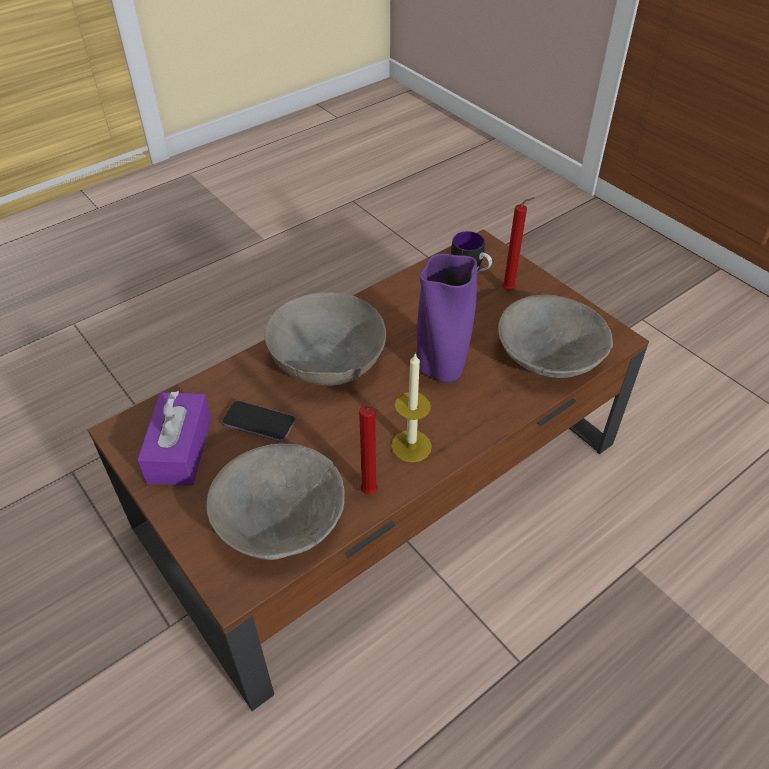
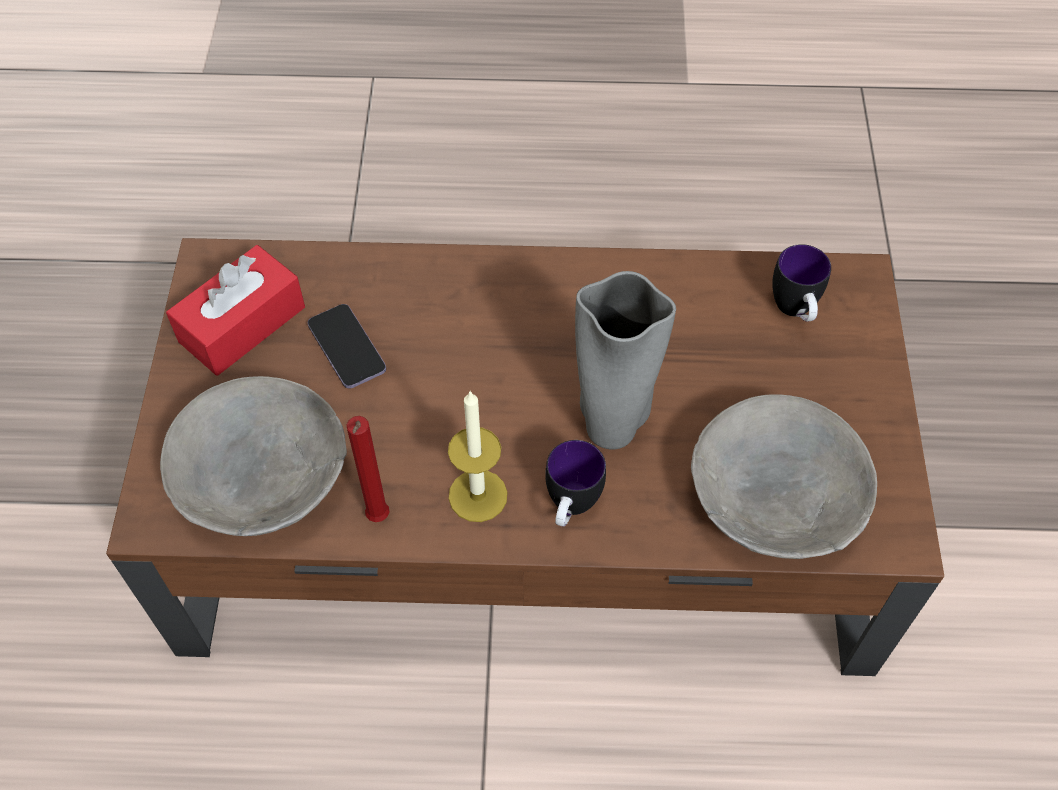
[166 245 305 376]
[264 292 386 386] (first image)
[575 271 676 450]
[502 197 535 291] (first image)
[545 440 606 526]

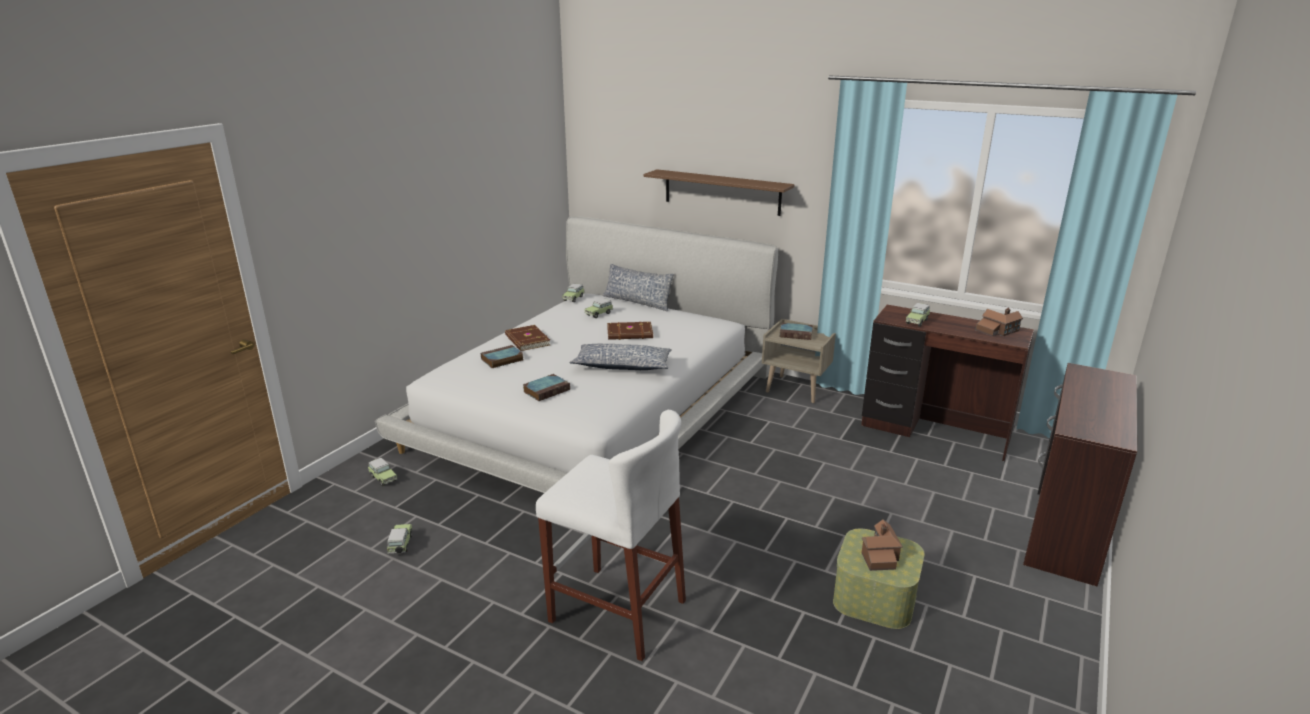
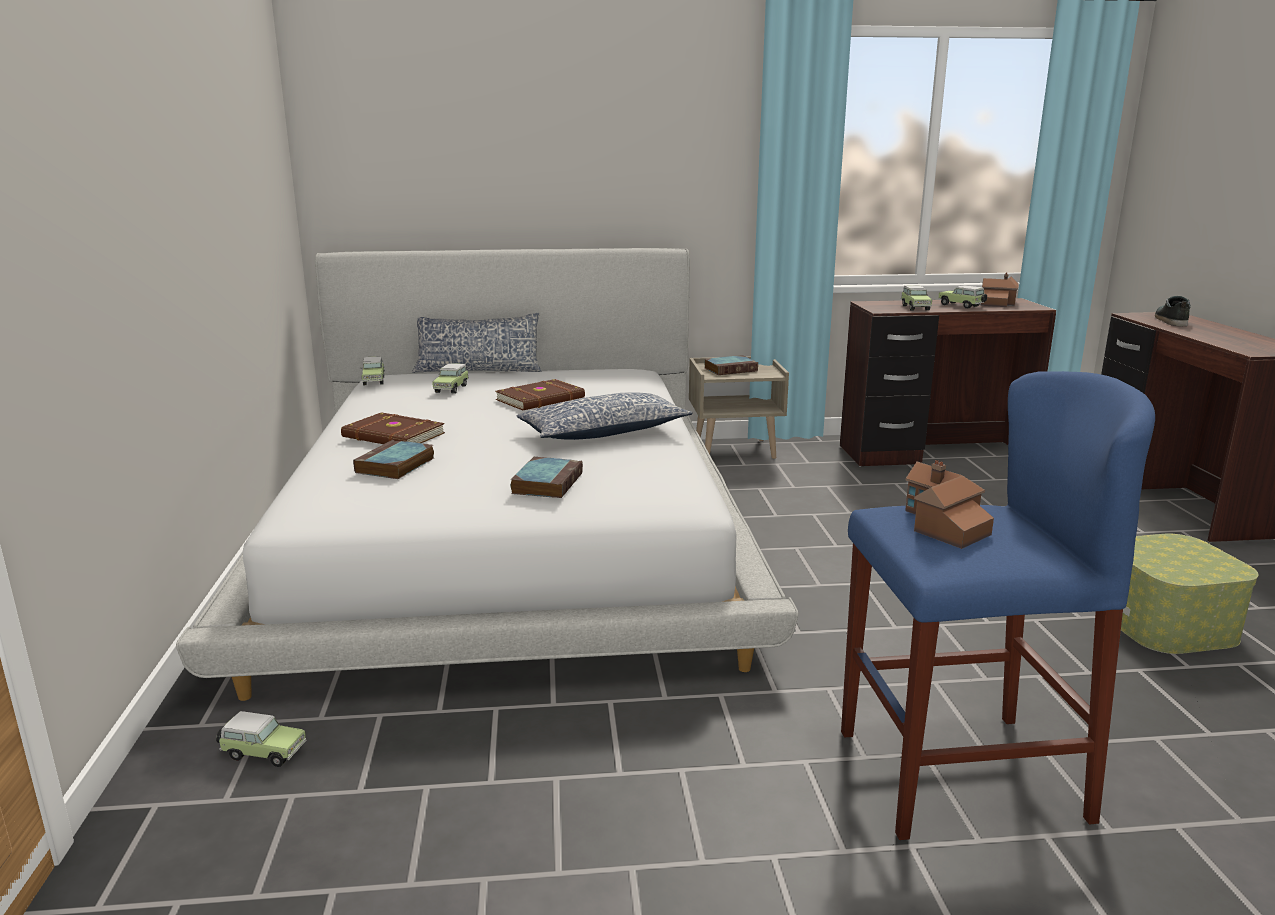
[938 285 987 309]
[841 371 1155 840]
[643 169 795 216] (first image)
[905 460 994 549]
[1155 296 1191 326]

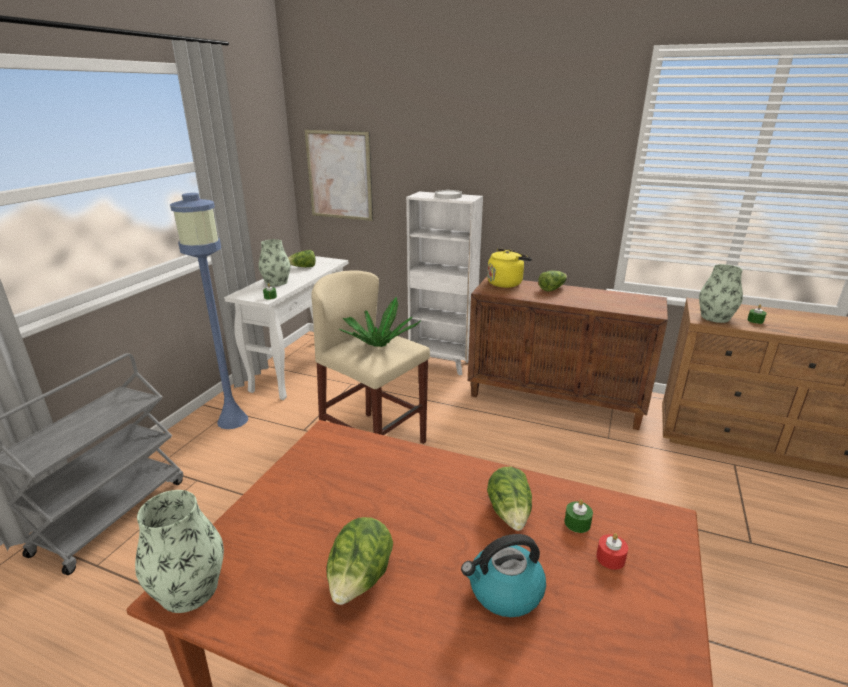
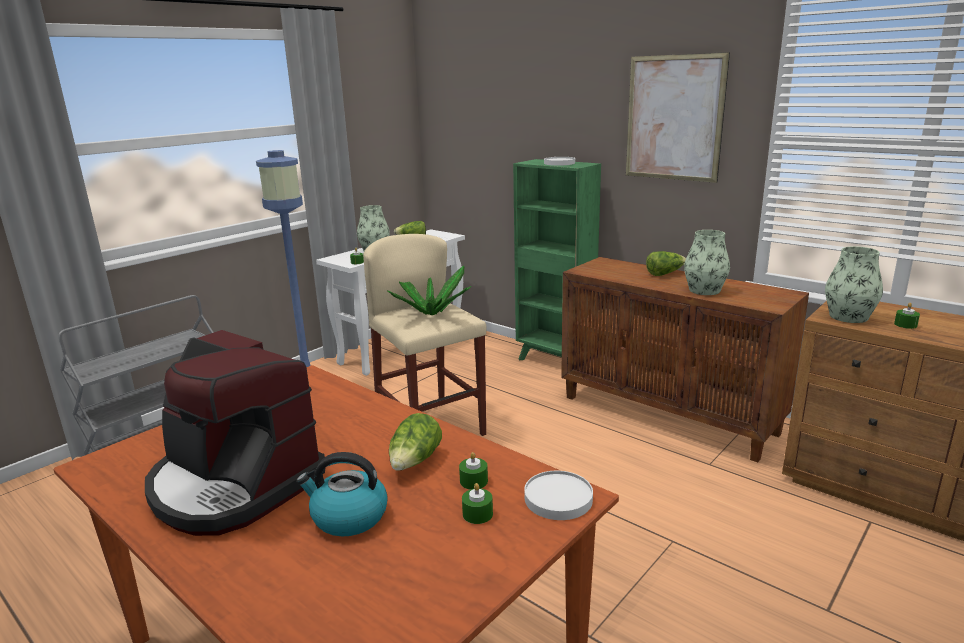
[684 230 730 295]
[626 52 730 183]
[145 330 325 536]
[513 159 601 361]
[487 248 532 288] (first image)
[462 483 493 524]
[524 471 593 520]

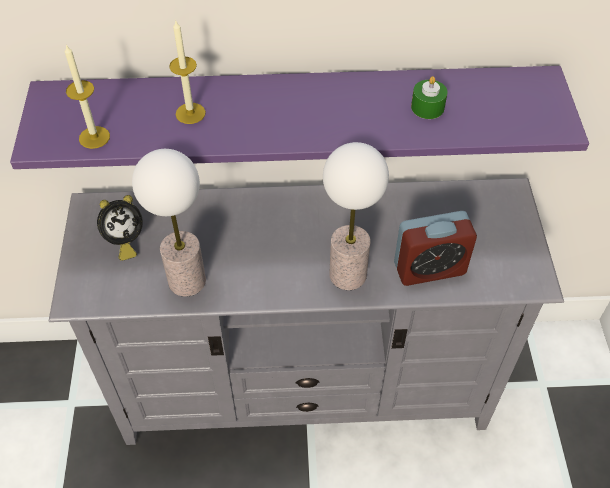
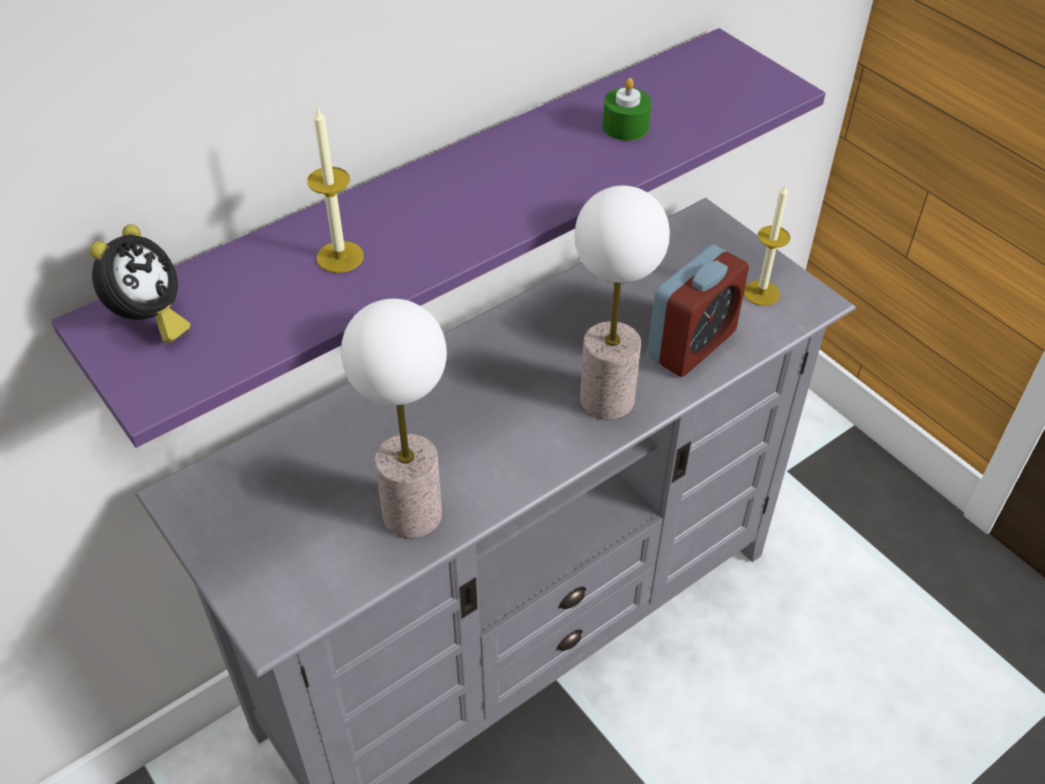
[744 183 790 306]
[89 224 191 343]

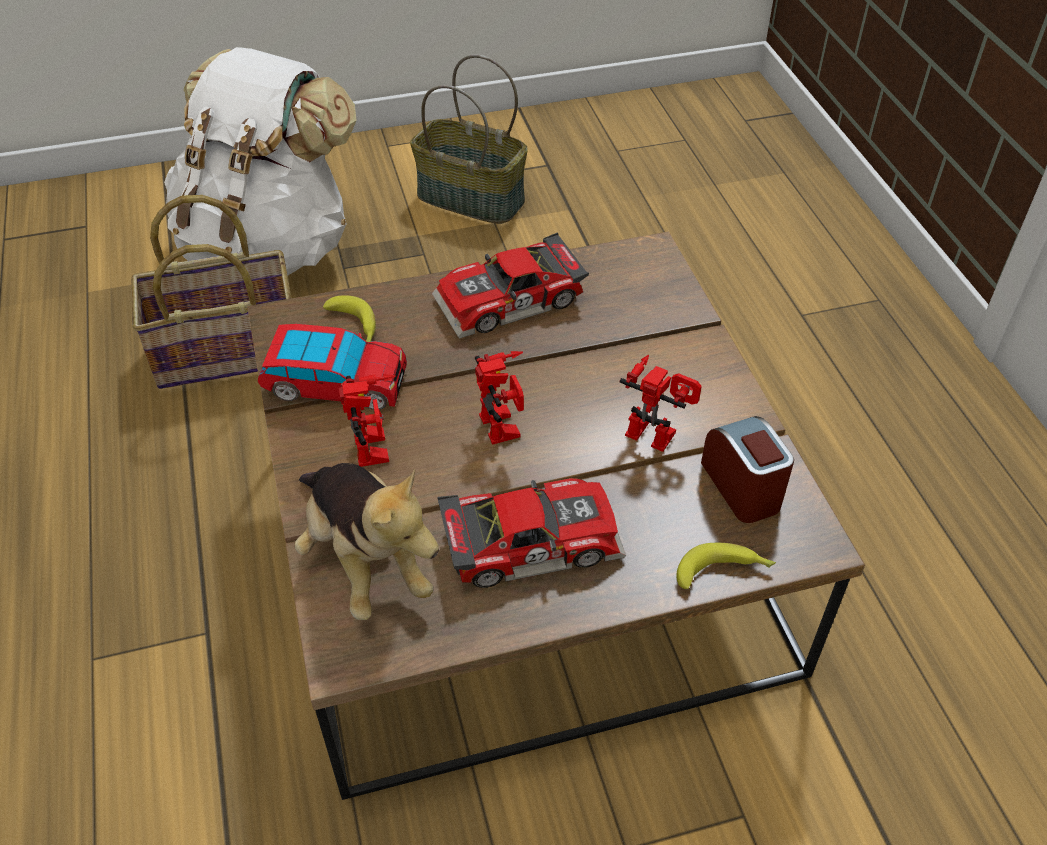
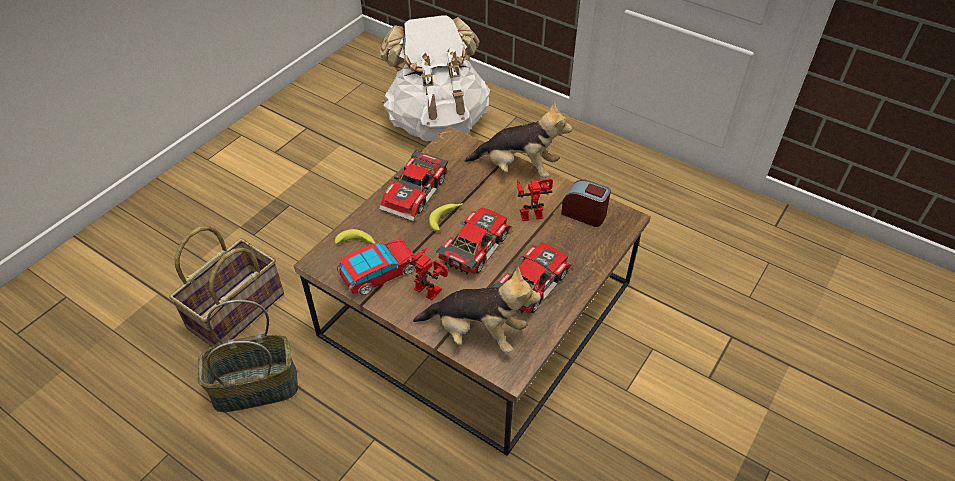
[380 15 490 141]
[198 300 298 412]
[436 207 513 275]
[429 203 463 232]
[465 101 572 178]

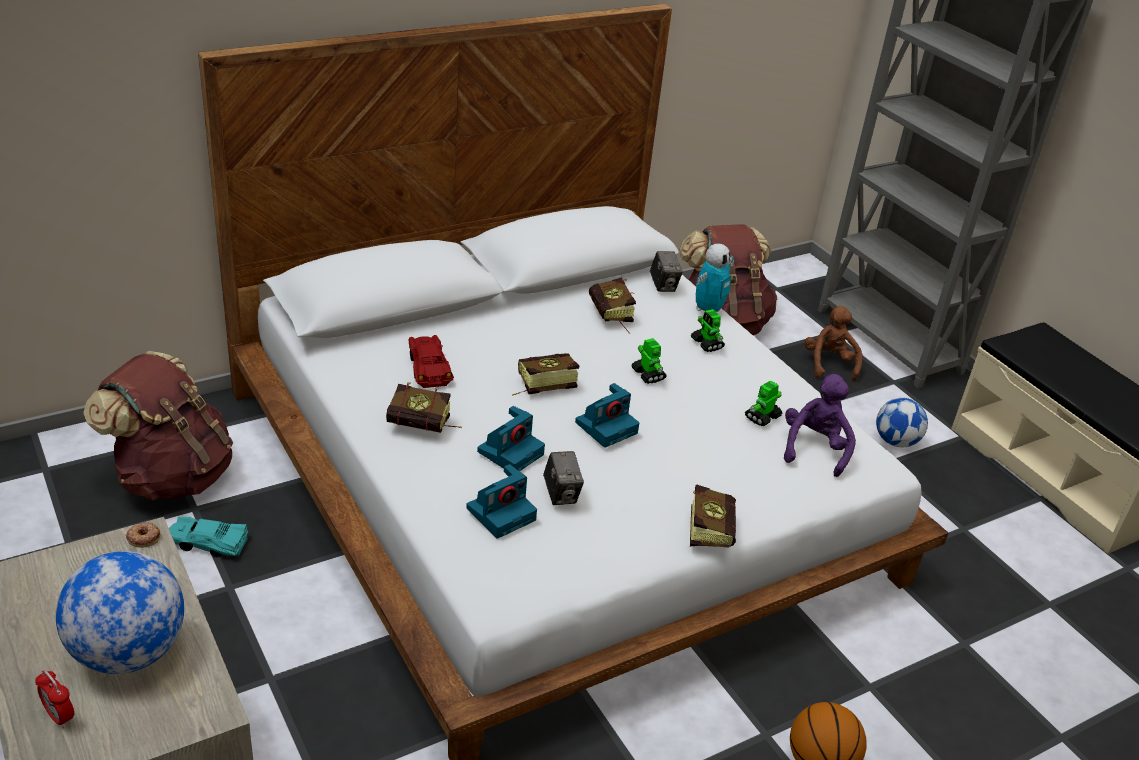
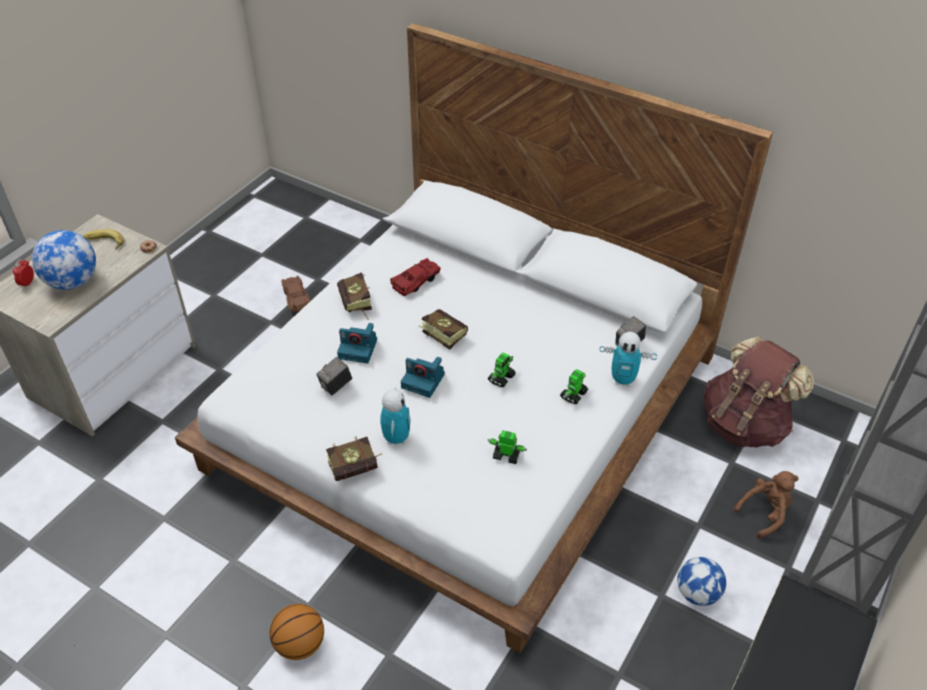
[83 351 233 500] (first image)
[281 276 311 313]
[466 464 537 539] (first image)
[589 277 636 334] (first image)
[784 374 856 477] (first image)
[83 229 124 250]
[380 387 411 445]

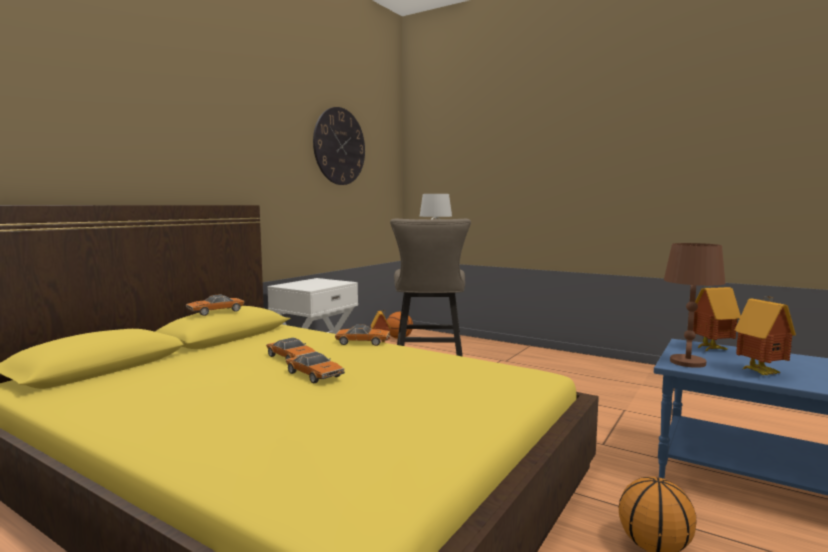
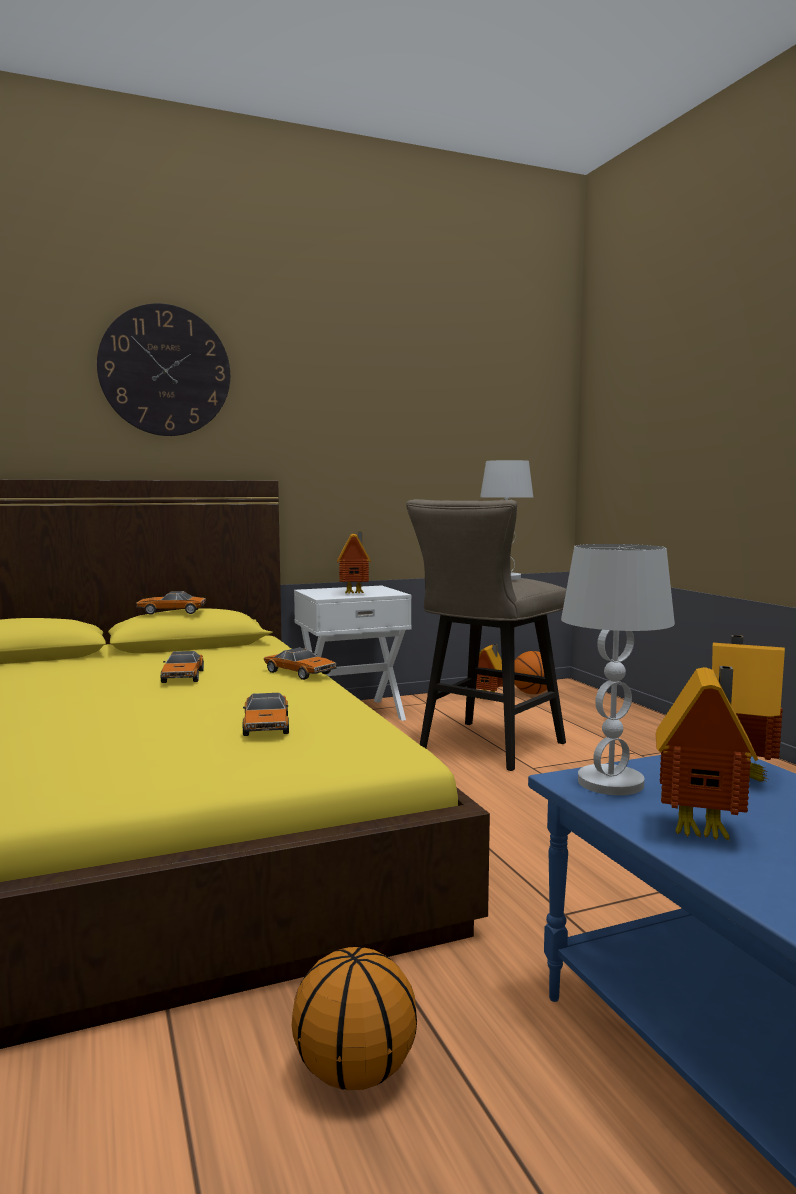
[243 693 289 736]
[97 303 230 436]
[561 544 675 795]
[337 532 371 594]

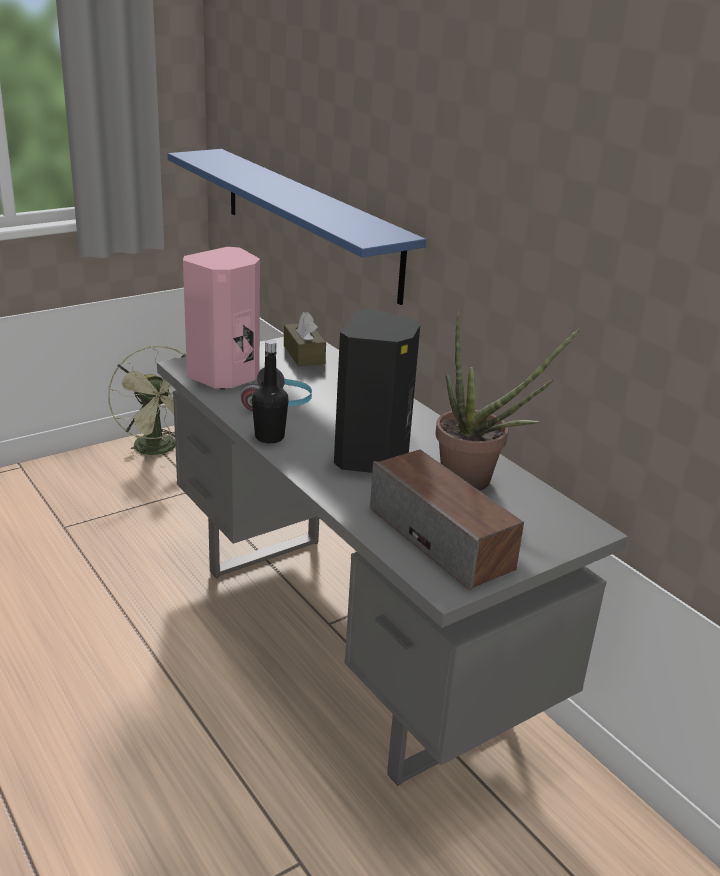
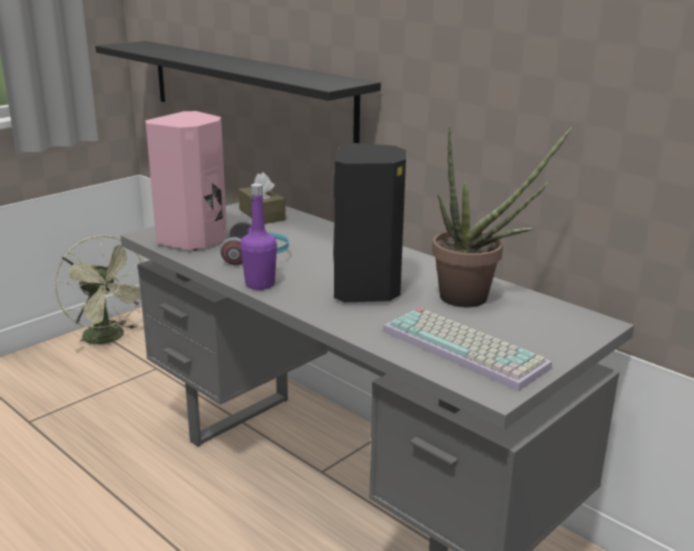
[95 41 381 143]
[240 183 277 290]
[382 308 552 391]

